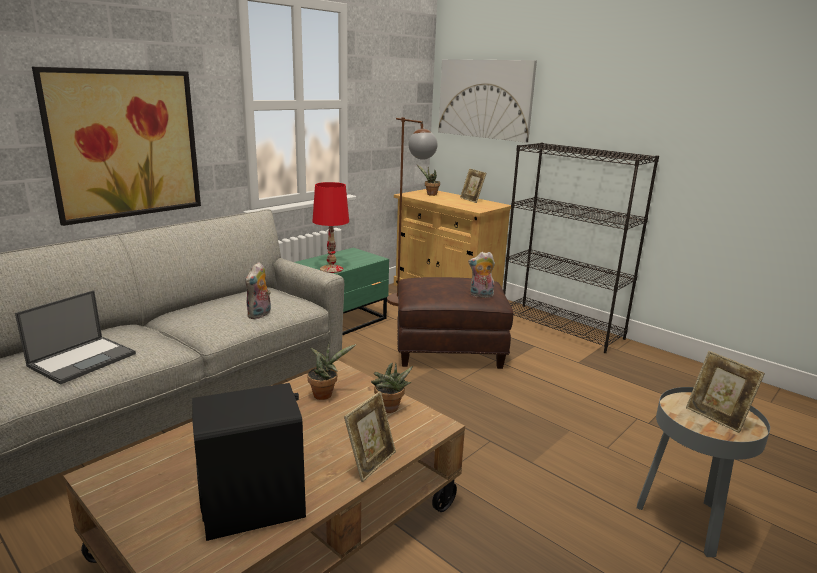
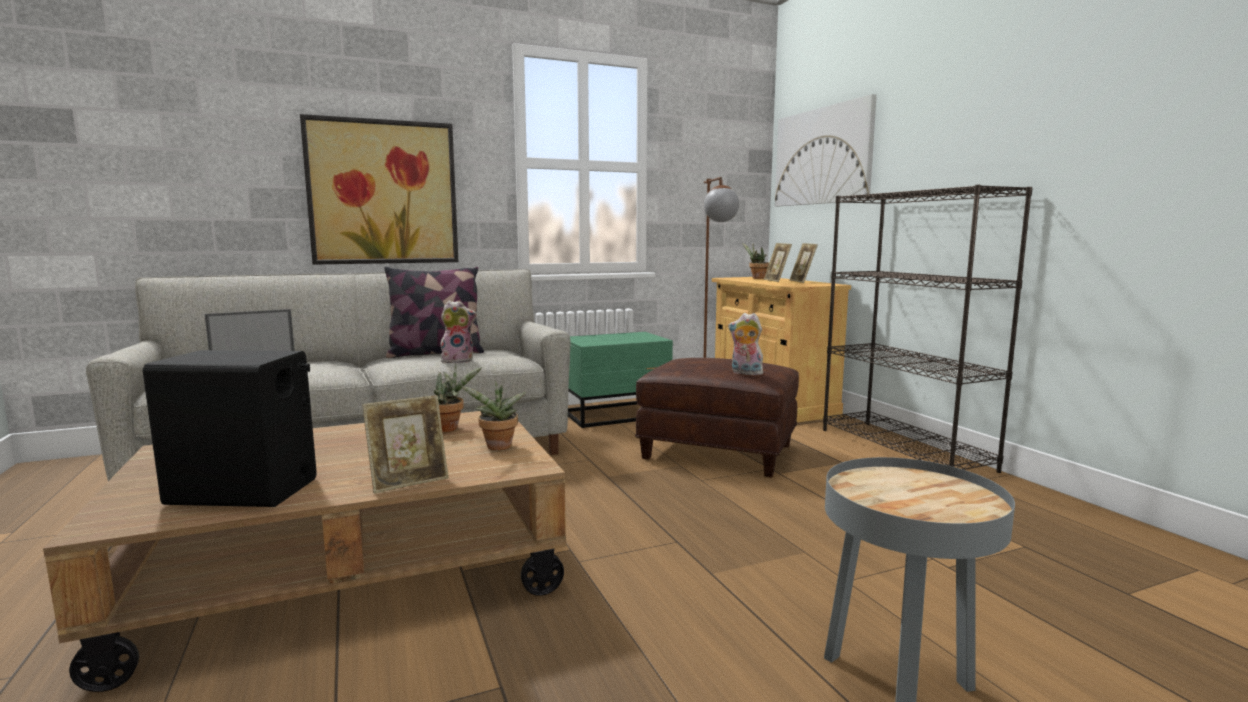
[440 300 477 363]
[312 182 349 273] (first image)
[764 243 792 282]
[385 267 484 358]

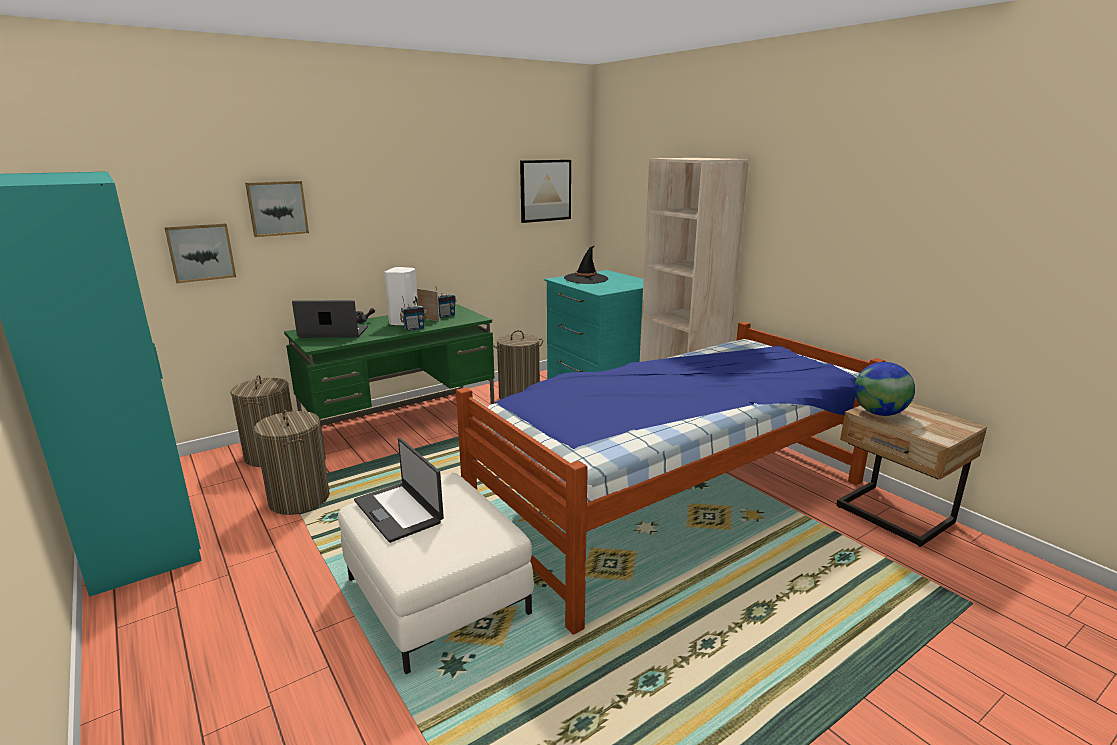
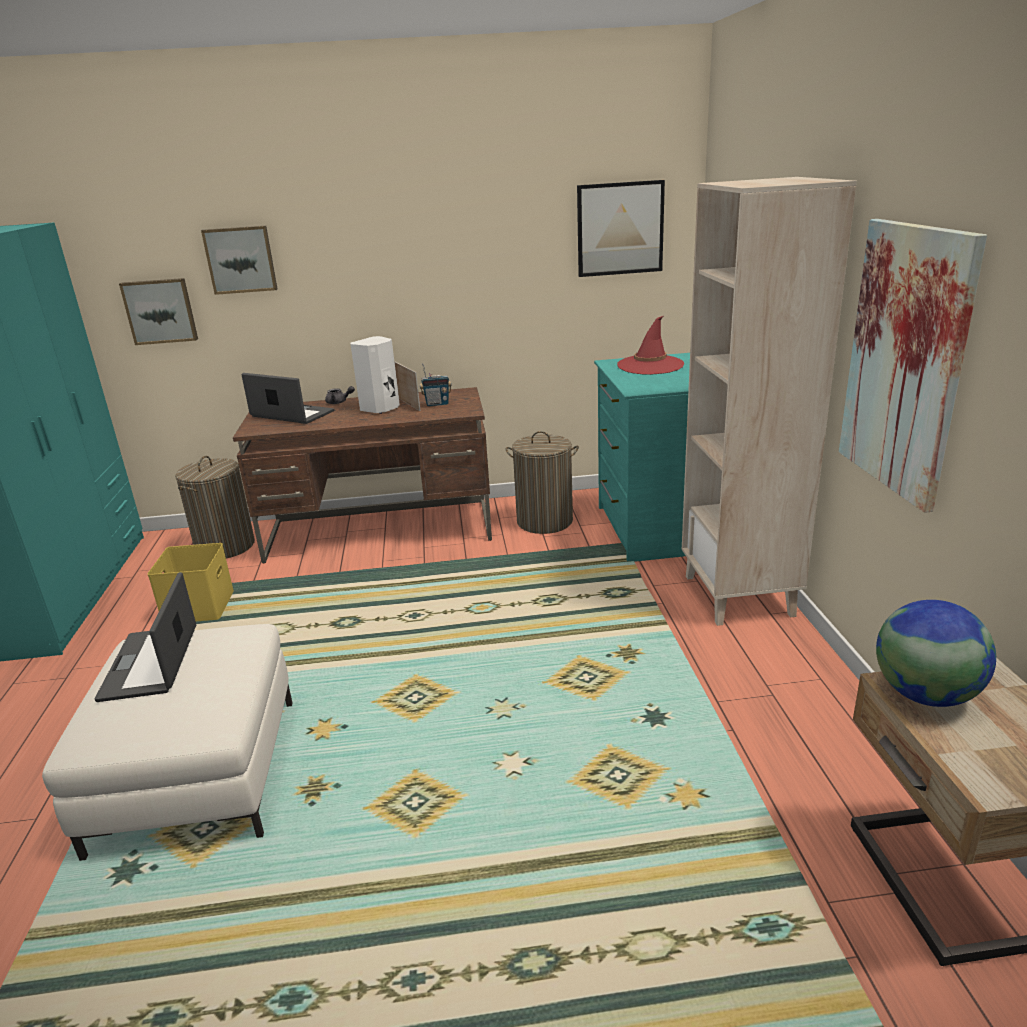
[148 543 234 621]
[233 387 492 563]
[400 296 426 331] (first image)
[456 322 886 634] (first image)
[617 316 684 375]
[839 219 987 513]

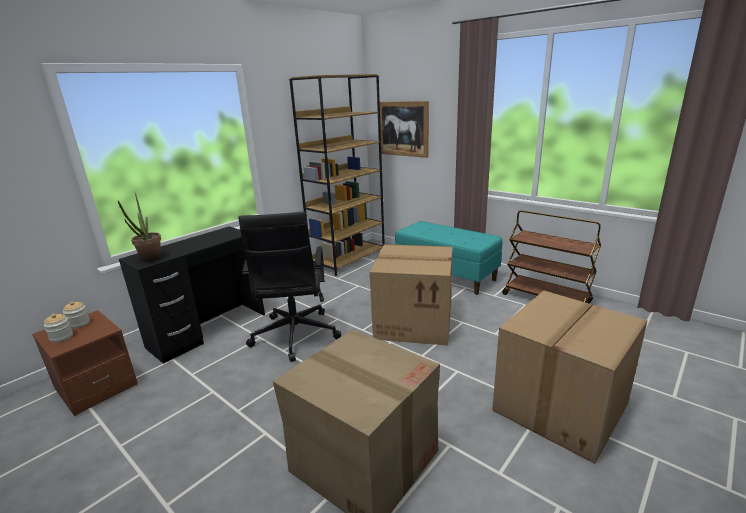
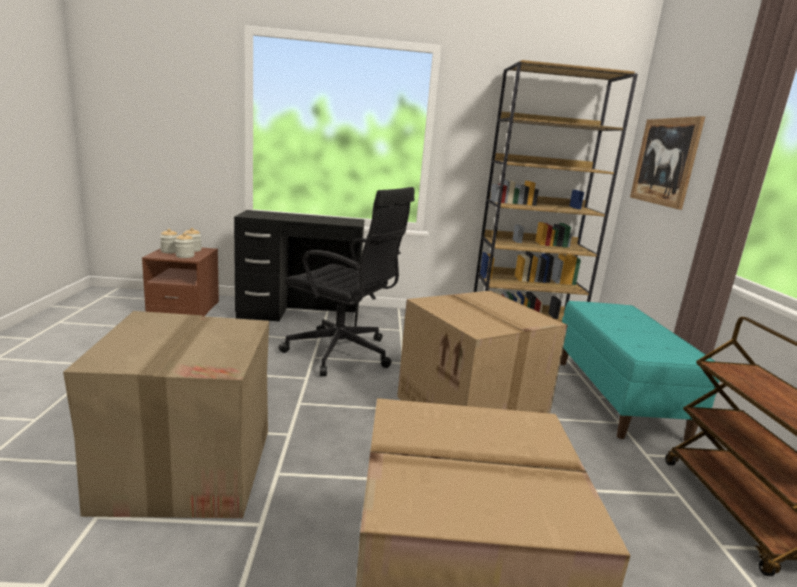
[118 193 161 261] (first image)
[278 187 414 376]
[175 233 195 258]

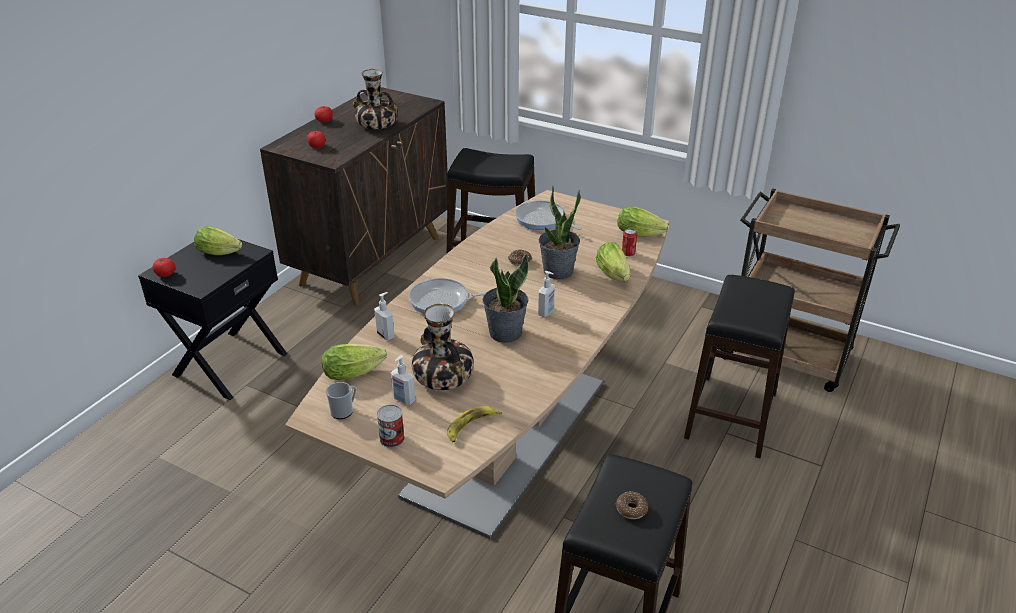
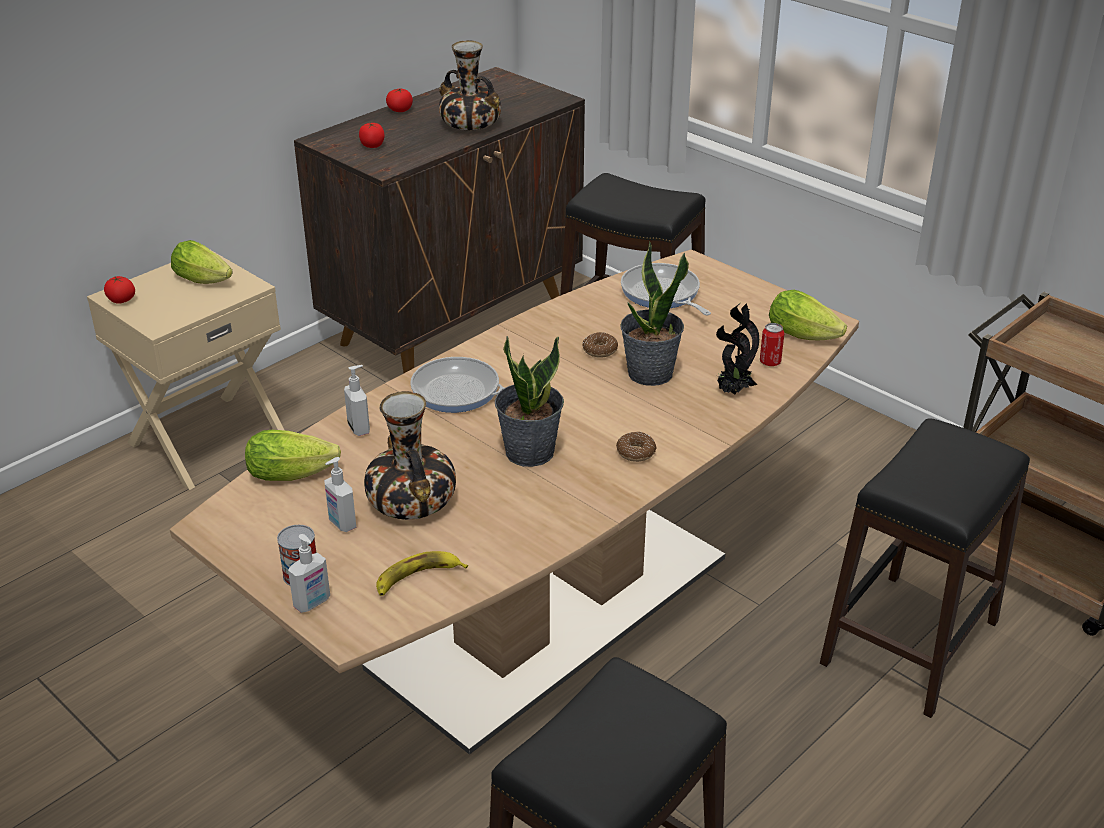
[87 250 285 490]
[326 382 356 419] (first image)
[288 534 330 613]
[716 303 759 395]
[616 432 657 462]

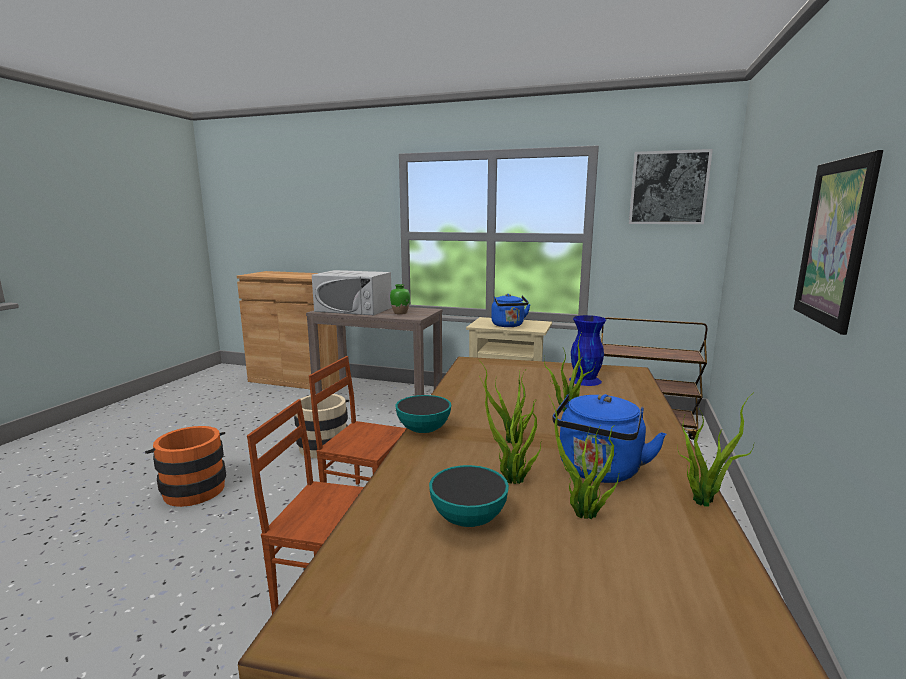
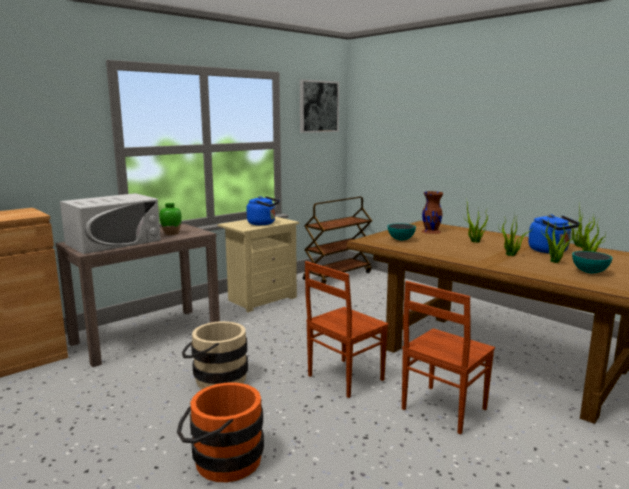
[388 223 416 240]
[421 191 444 234]
[794 150 883 335] (first image)

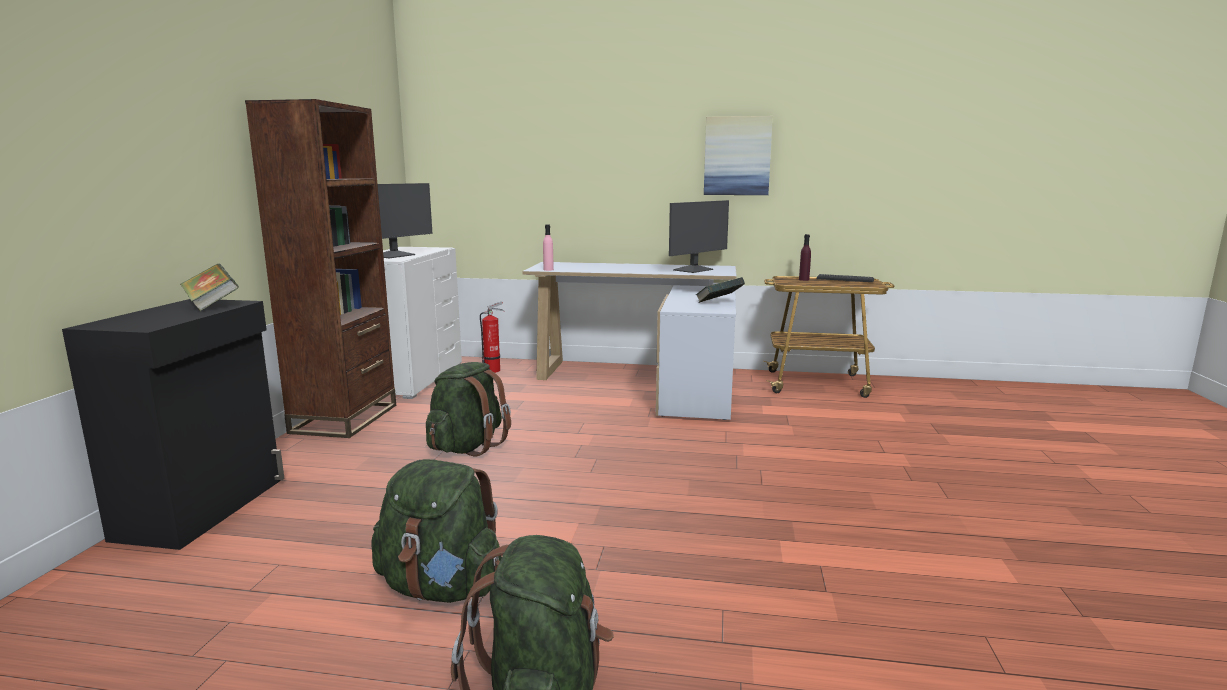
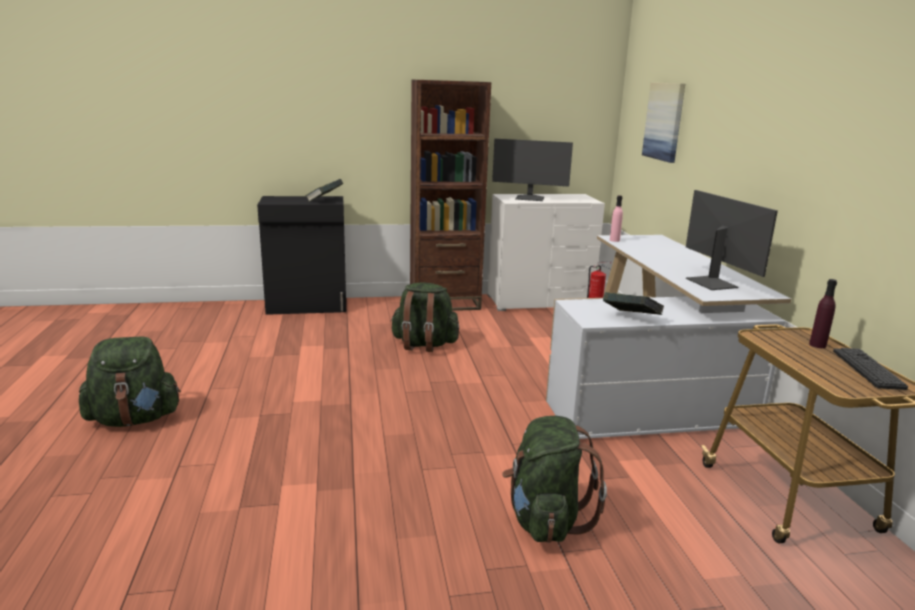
[502 416 607 543]
[686 190 778 290]
[642 83 685 163]

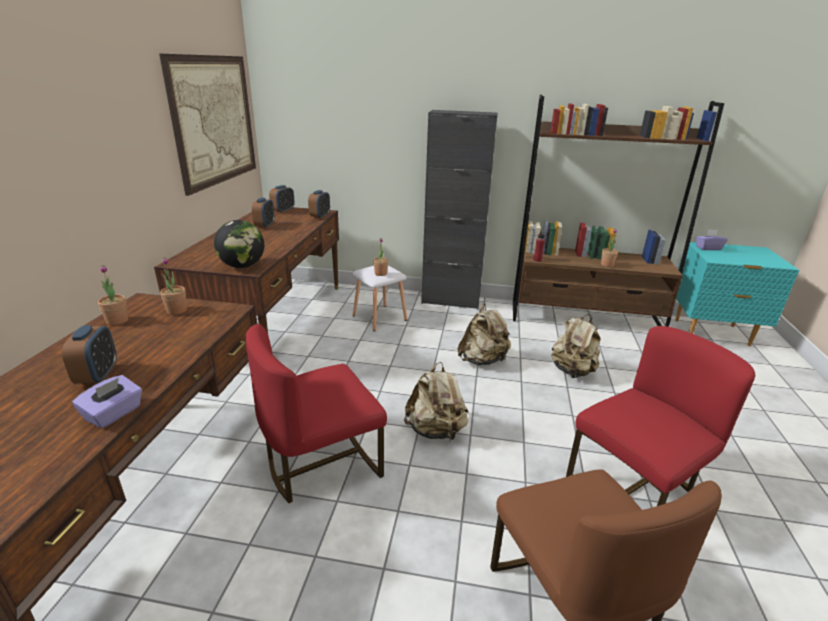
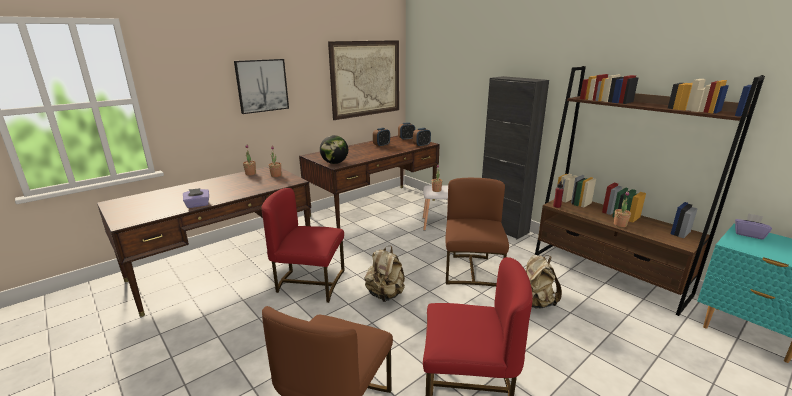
[62 325 117 385] (first image)
[445 178 509 287]
[234 59 289 114]

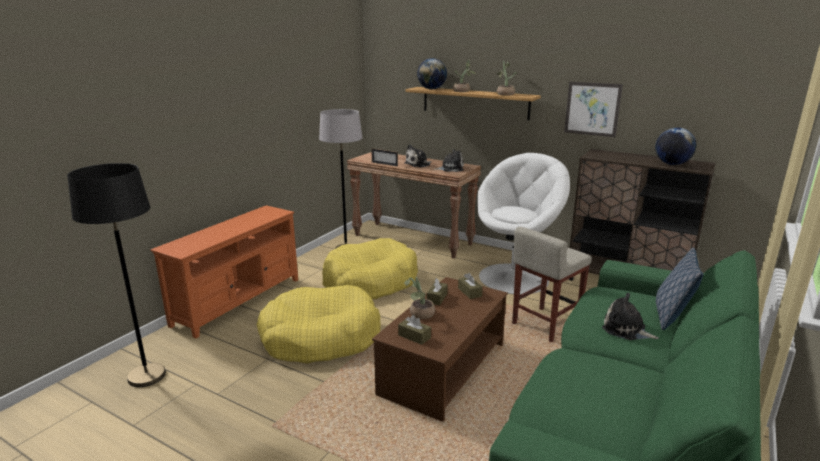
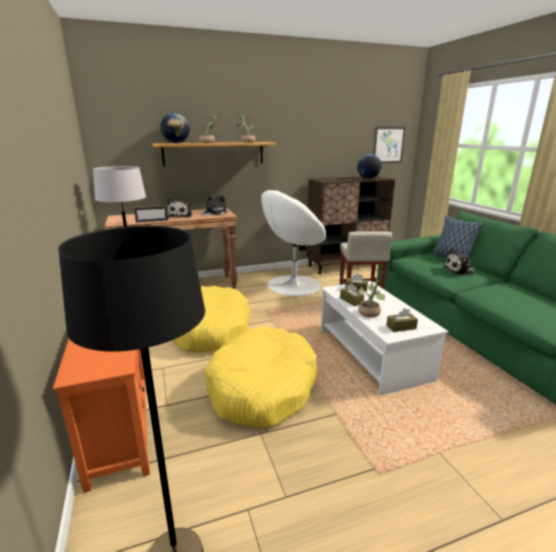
[321 281 448 396]
[261 190 326 296]
[373 127 406 163]

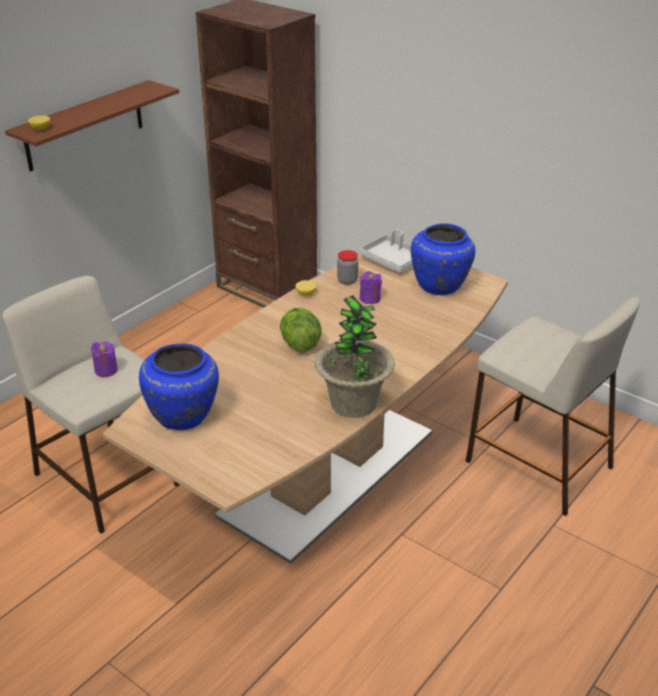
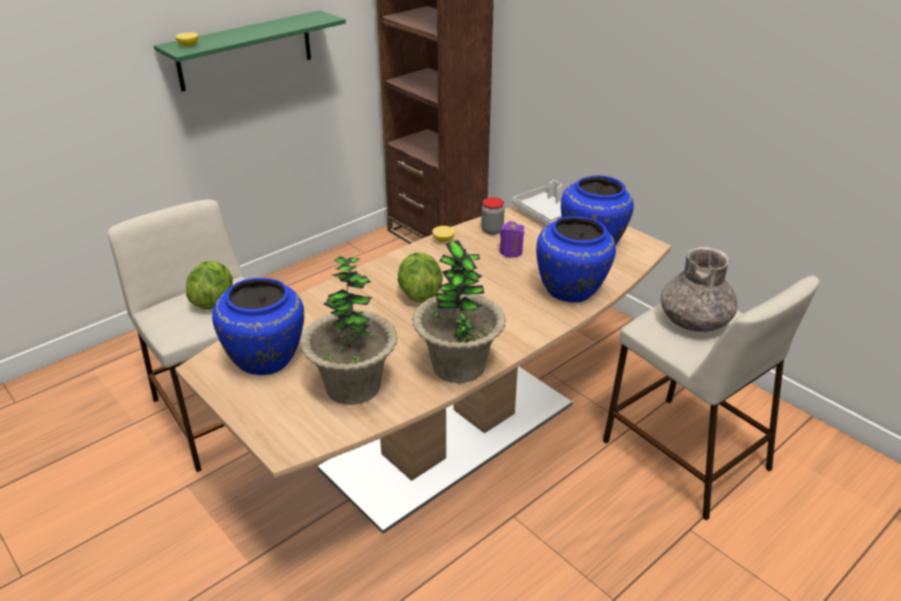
[154 10 346 92]
[186 261 233 310]
[300 256 398 405]
[536 216 616 302]
[661 247 738 332]

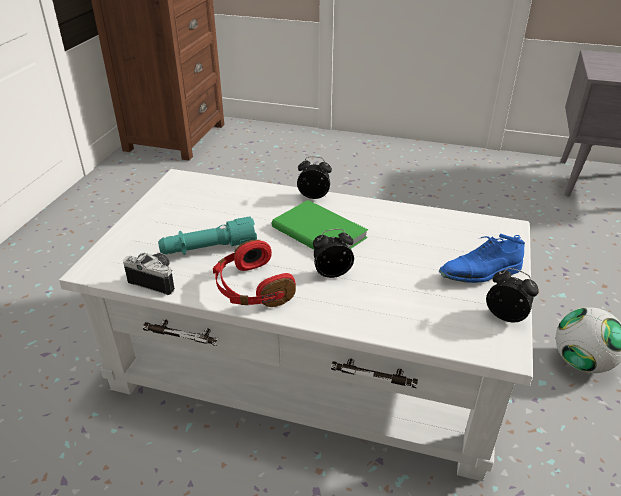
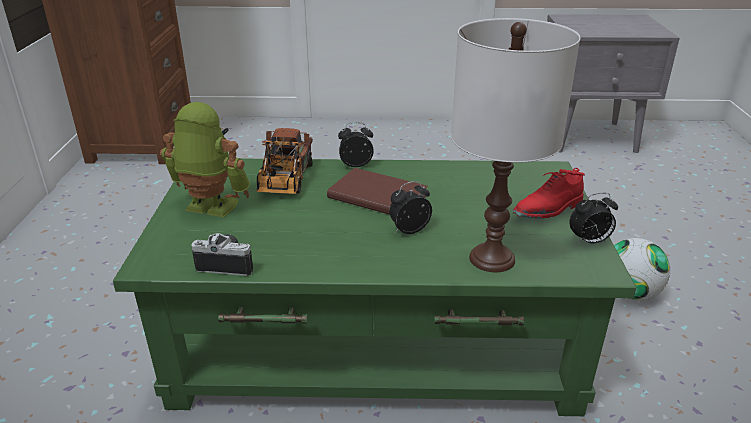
[113 159 636 416]
[158 216 257 255] (first image)
[213 240 296 307] (first image)
[327 168 428 215]
[513 168 585 218]
[569 193 618 244]
[160 102 250 217]
[256 128 313 194]
[451 18 581 272]

